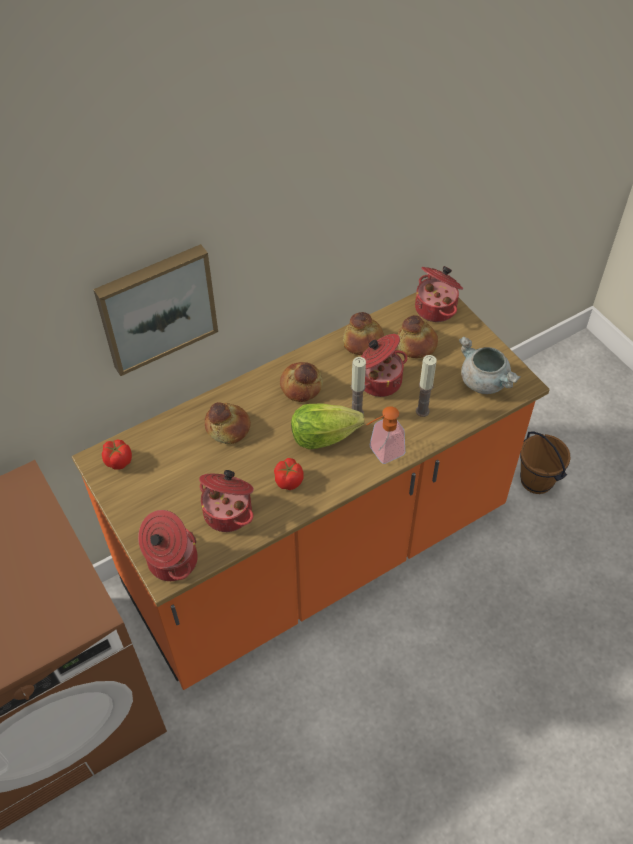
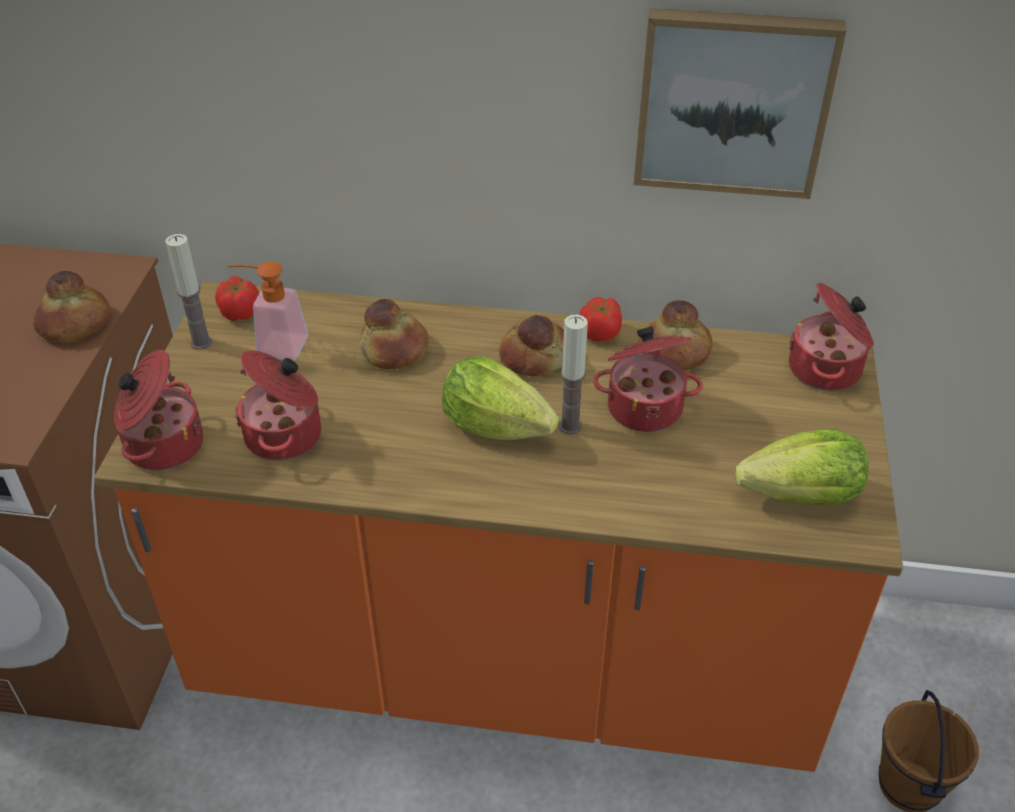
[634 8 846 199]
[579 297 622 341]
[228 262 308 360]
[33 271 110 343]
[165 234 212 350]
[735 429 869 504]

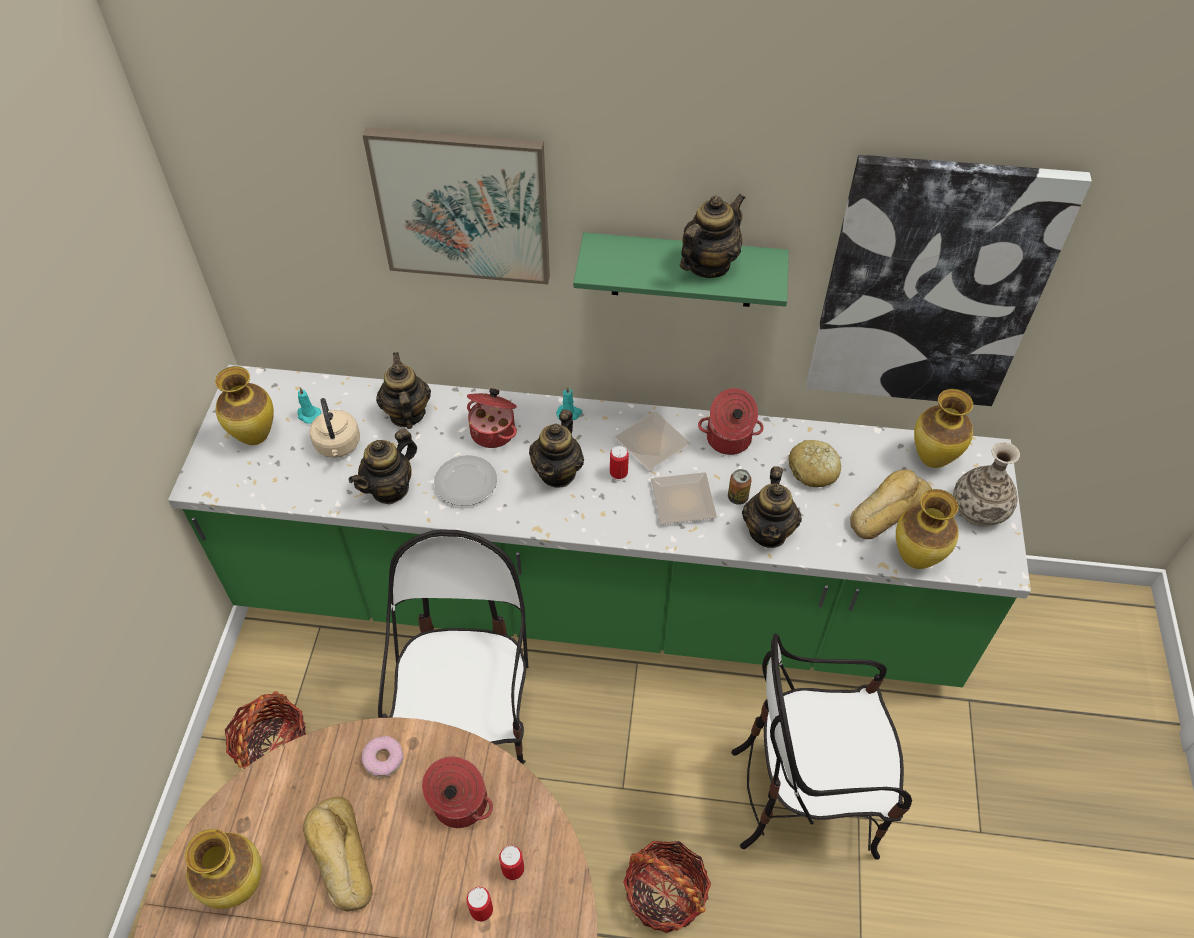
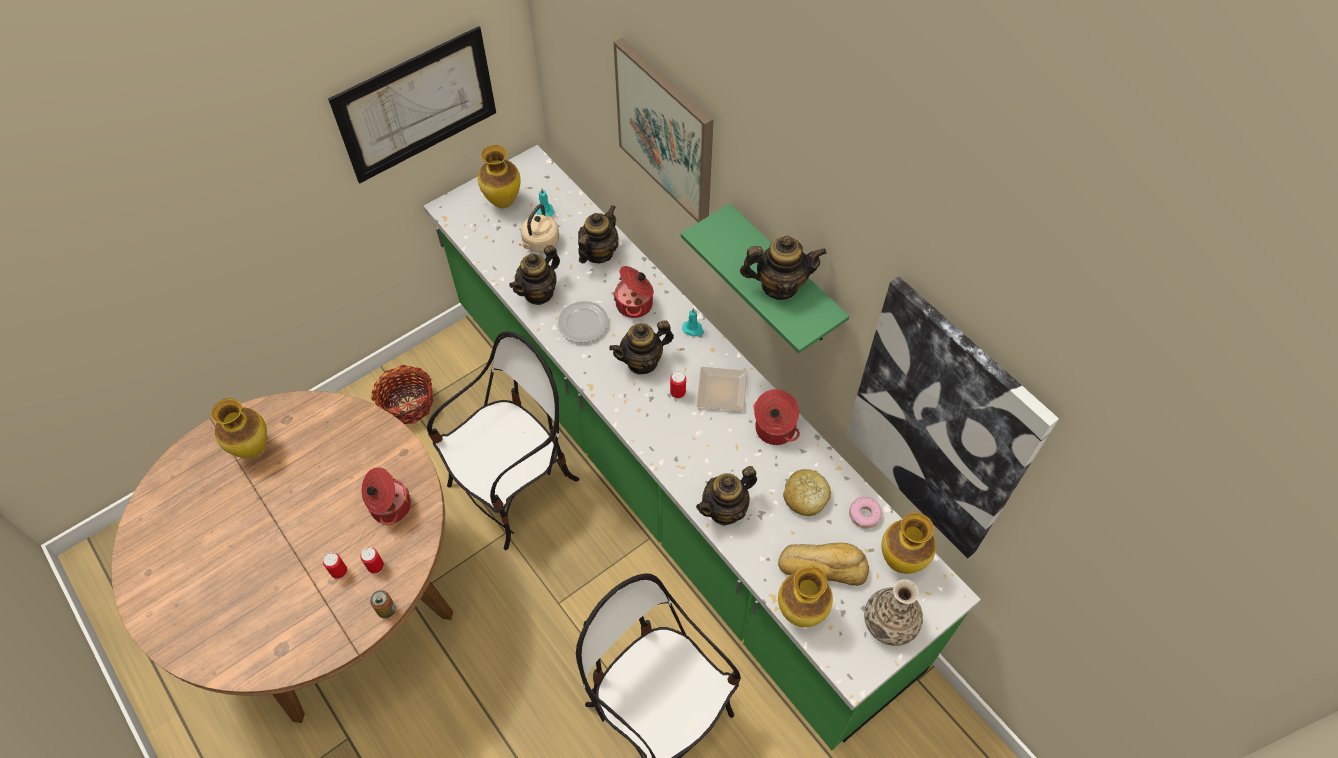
[303 797 373 912] (first image)
[623 841 711 933] (first image)
[651 472 717 524] (first image)
[328 26 496 183]
[849 497 882 529]
[370 590 396 618]
[509 245 560 305]

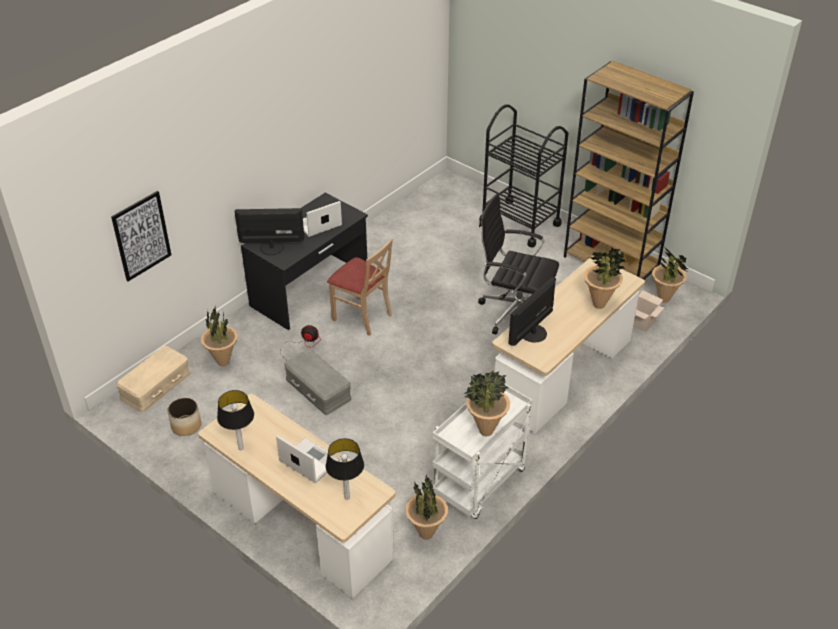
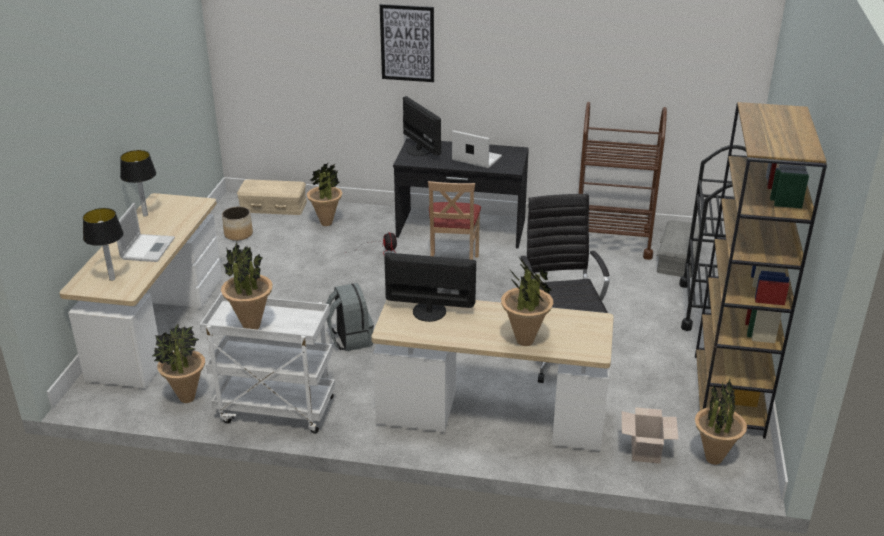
[326 283 374 351]
[578 102 667 260]
[380 4 434 82]
[656 220 699 278]

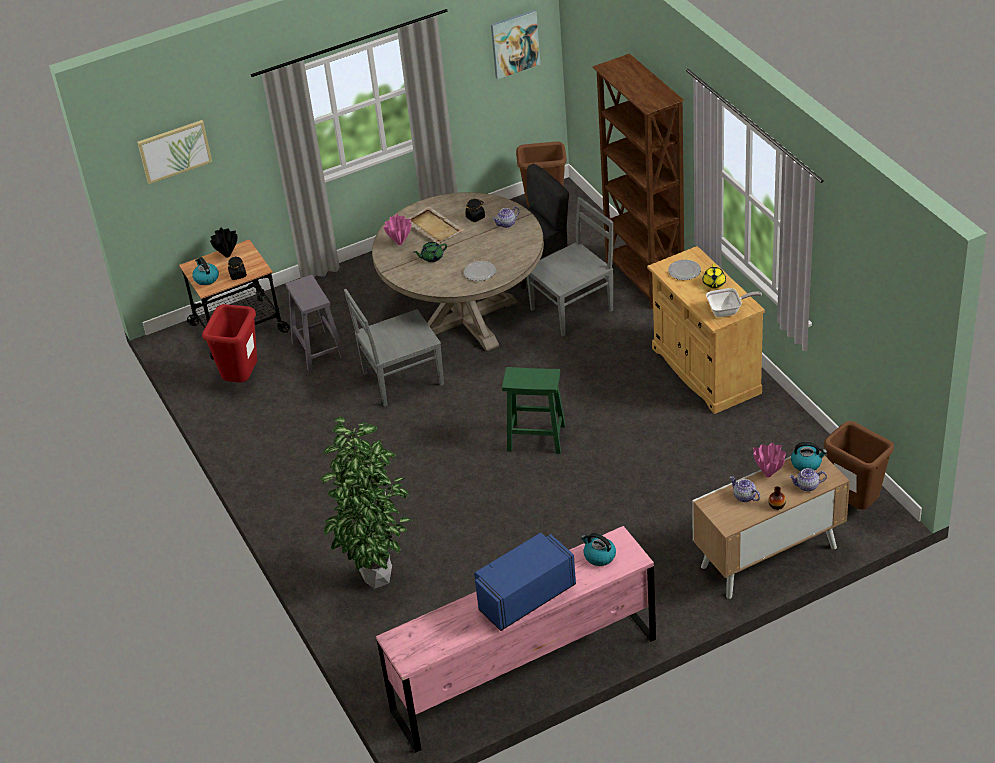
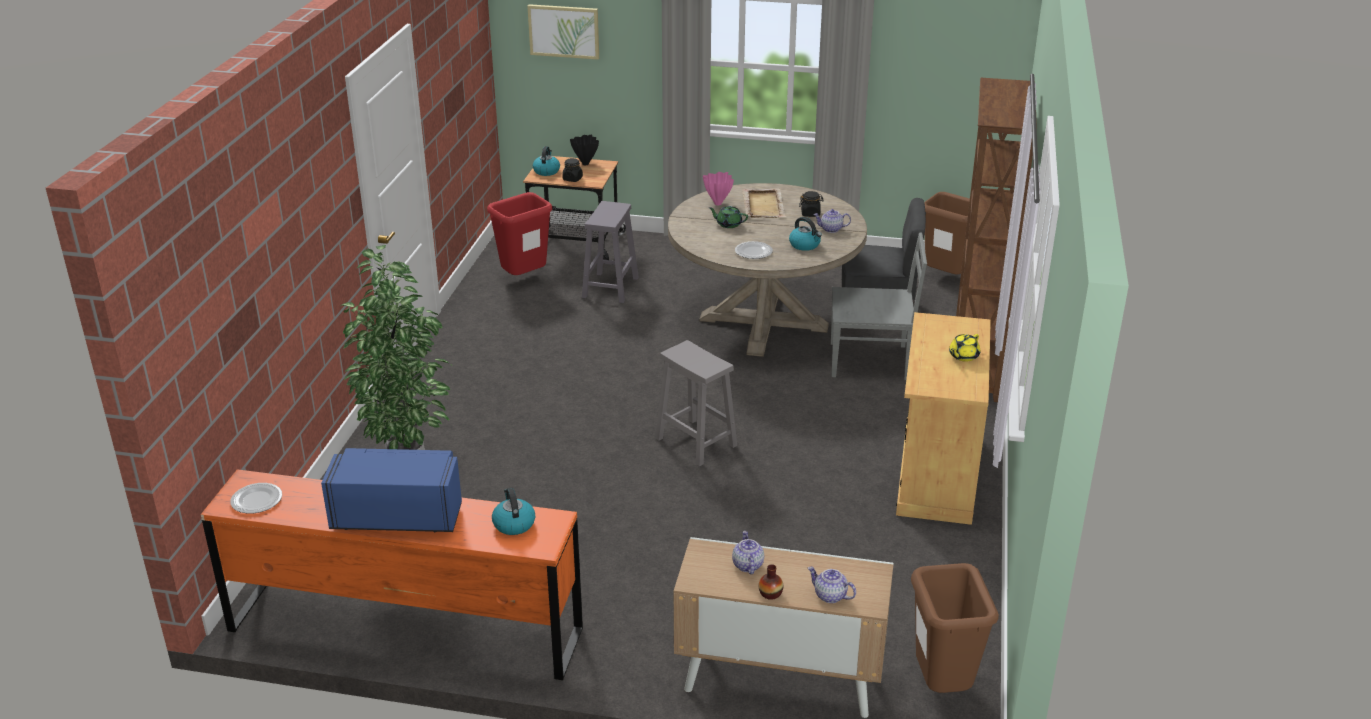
[344 289 444 406] (first image)
[491 10 540 79] (first image)
[706 288 762 317] (first image)
[753 442 786 477] (first image)
[230 483 282 514]
[789 217 822 251]
[201 469 583 680]
[655 340 737 466]

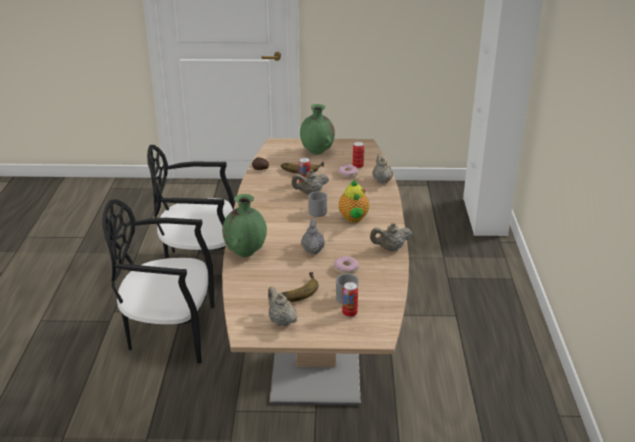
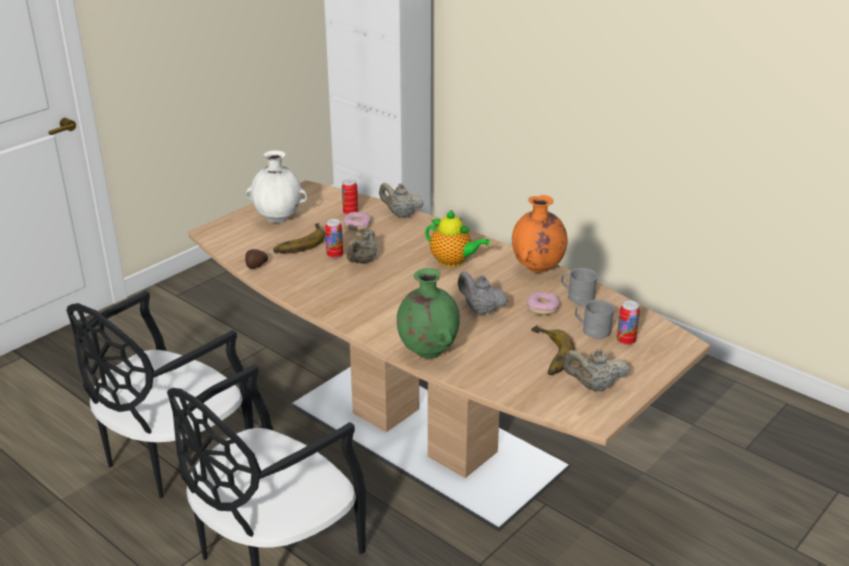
[561 268 597 305]
[512 195 568 273]
[246 150 307 223]

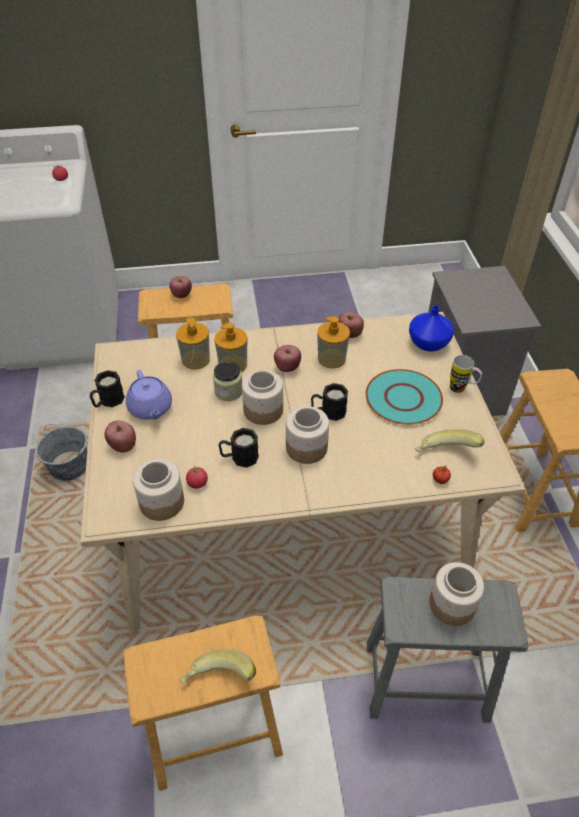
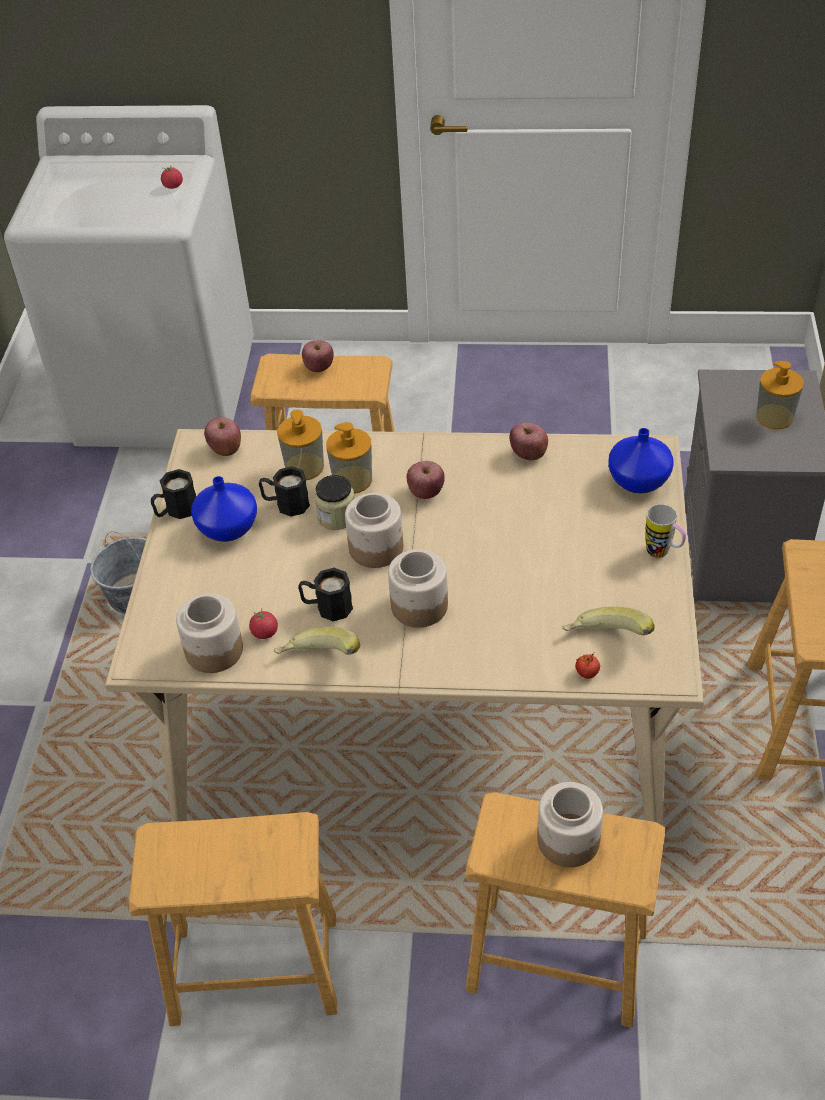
[365 369 443 425] (first image)
[204 417 241 456]
[274 627 360 655]
[259 466 310 517]
[756 361 804 429]
[191 476 257 542]
[465 792 666 1028]

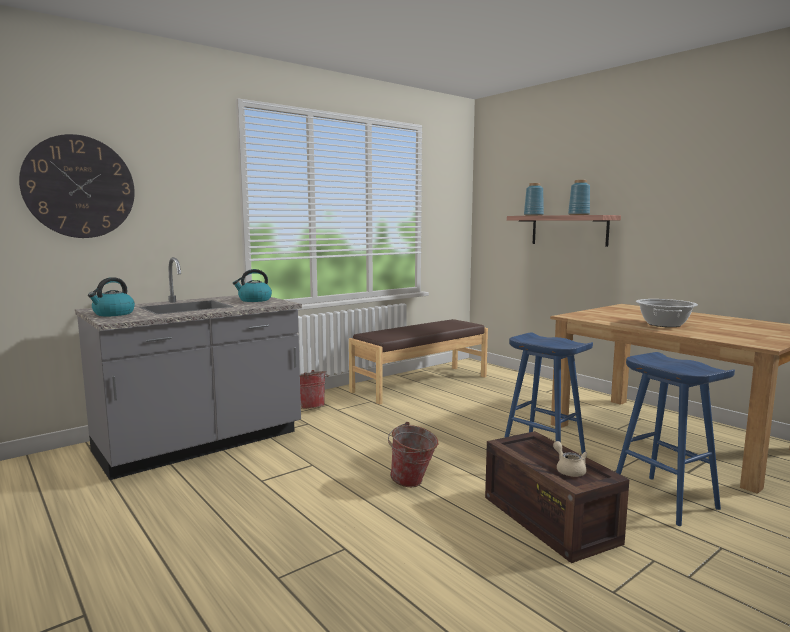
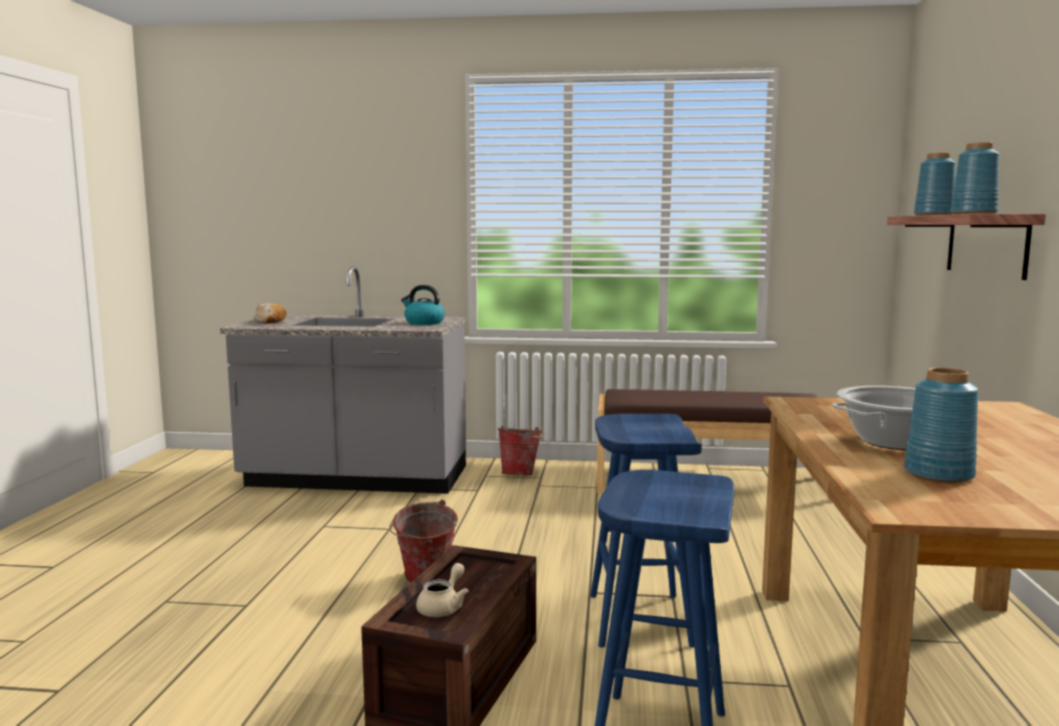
[19 134 135 238] (first image)
[904 368 978 483]
[253 302 287 323]

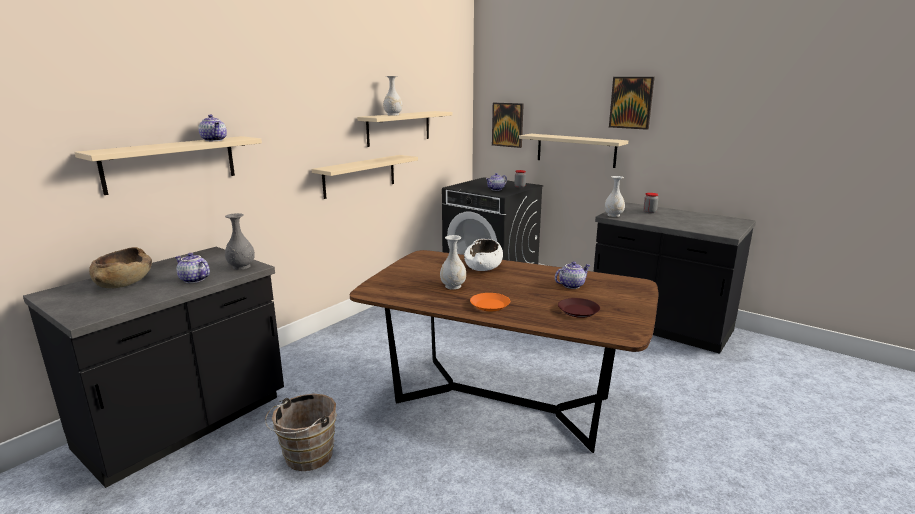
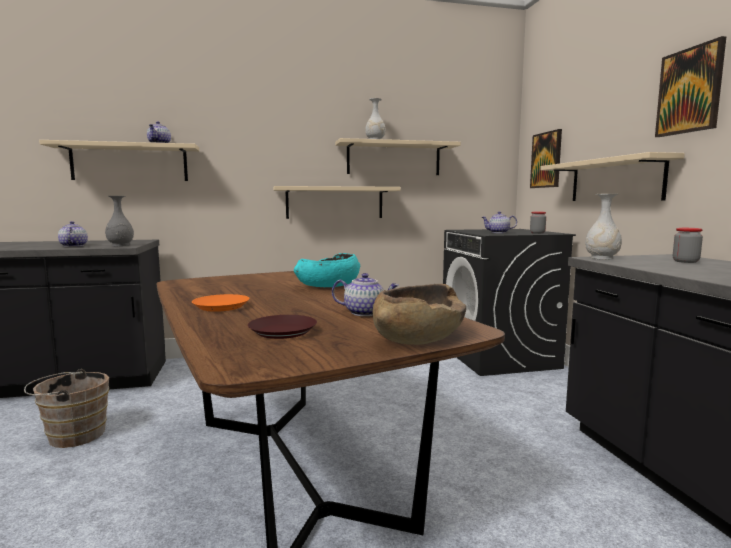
[440 235 466 290] (first image)
[373 284 466 345]
[294 253 360 287]

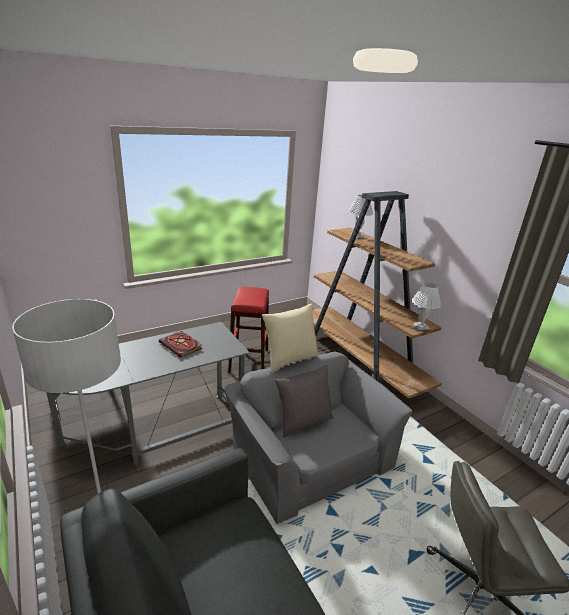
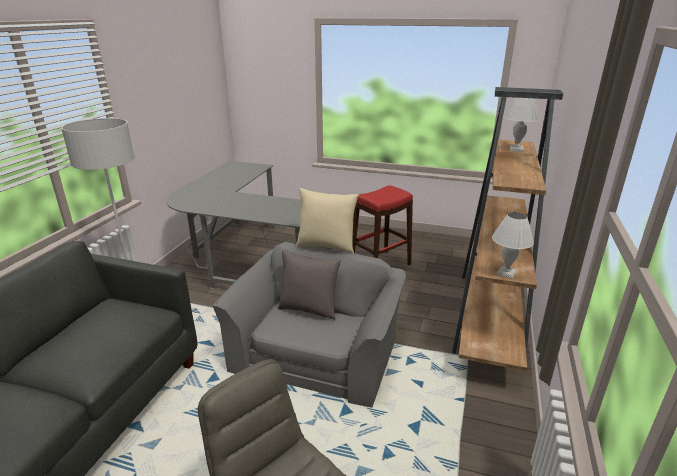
[159 331 203 358] (first image)

